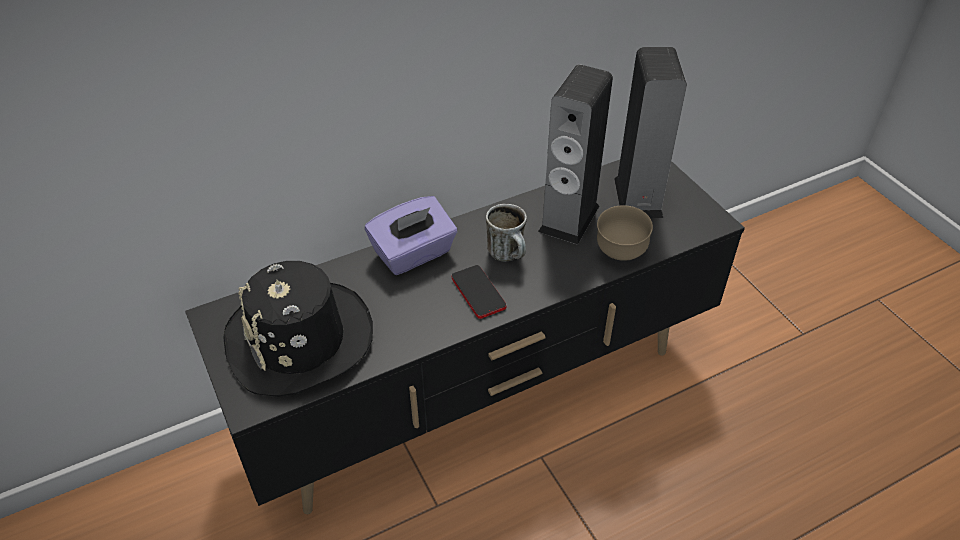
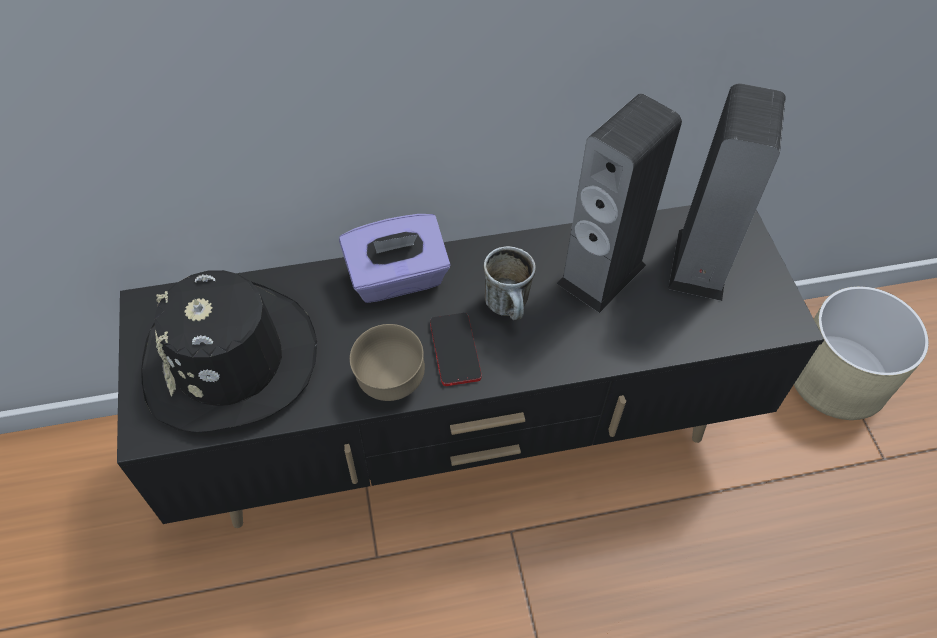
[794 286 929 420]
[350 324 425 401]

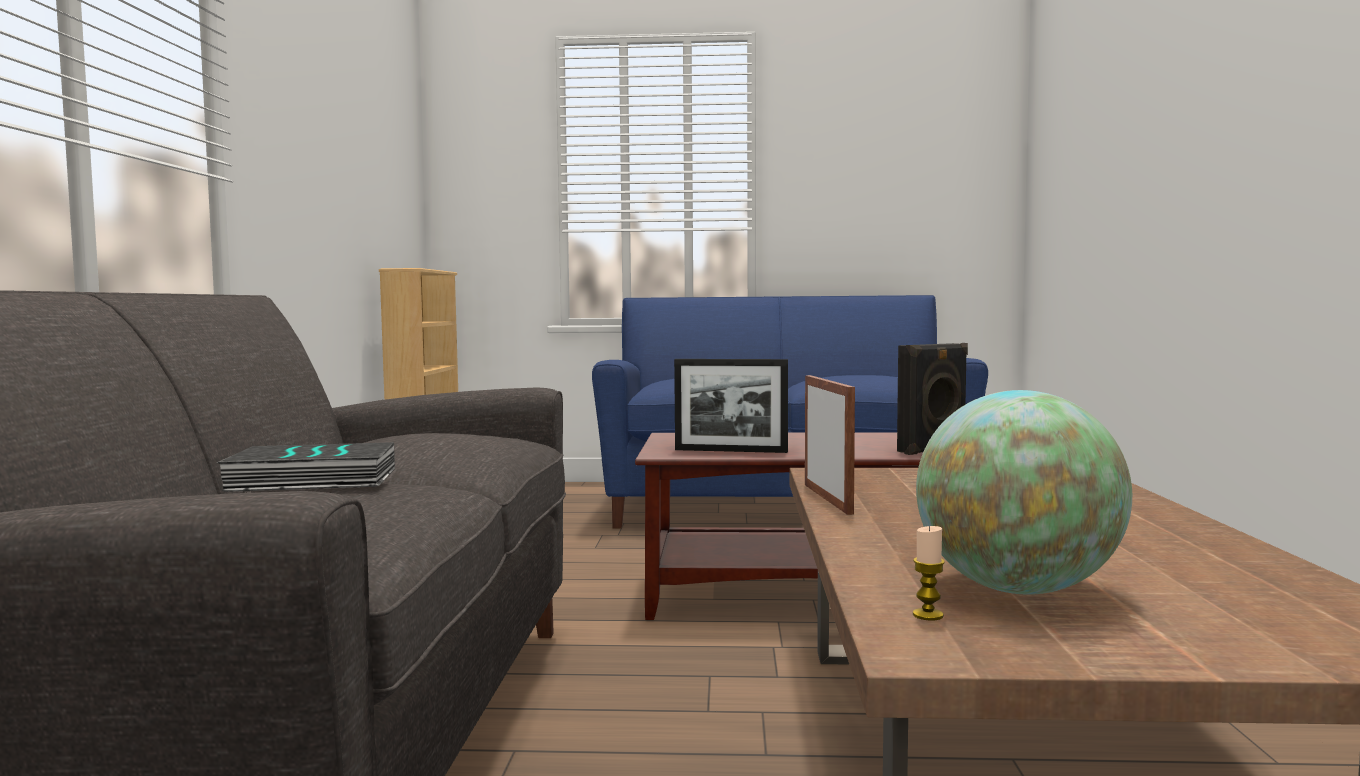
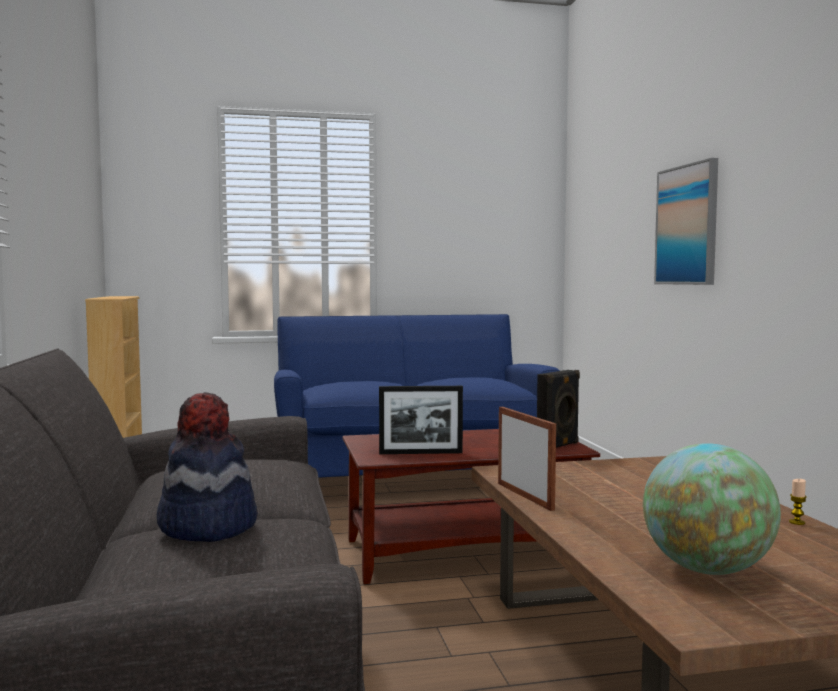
[654 158 718 285]
[789 479 807 525]
[157 392 258 542]

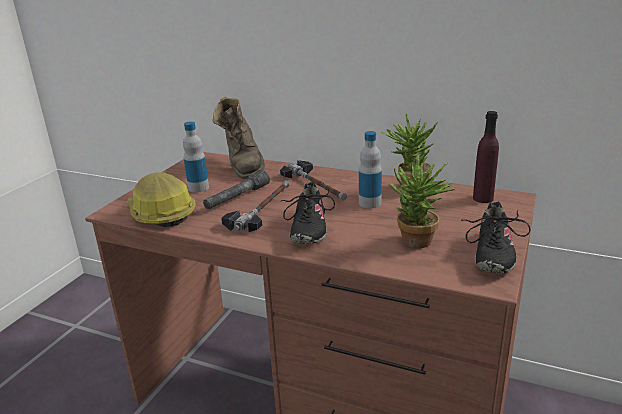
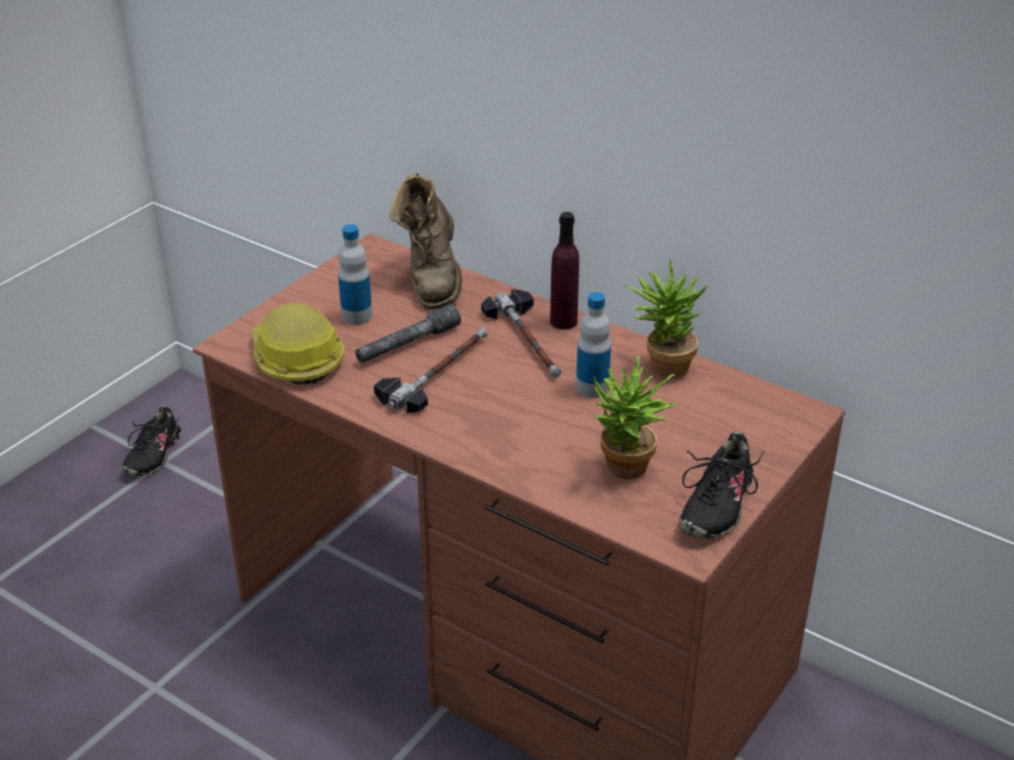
[121 405 181 477]
[550 212 579 330]

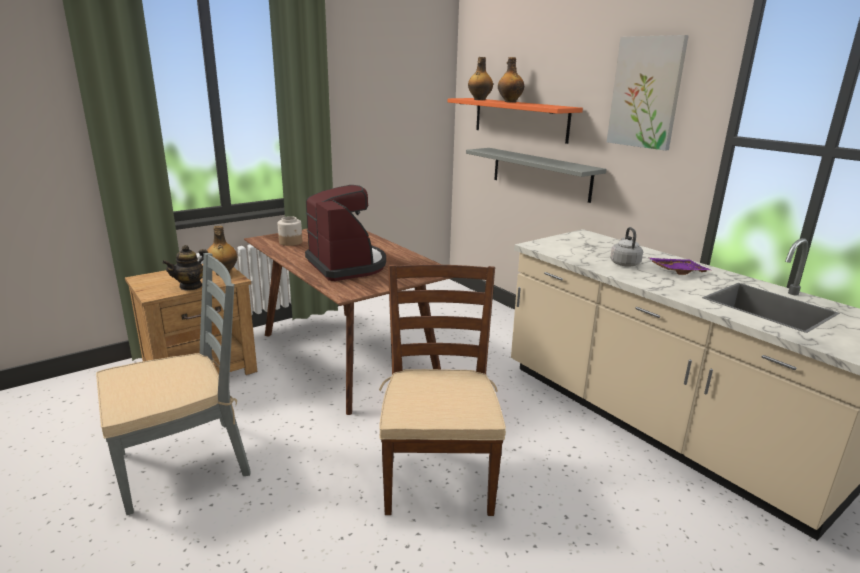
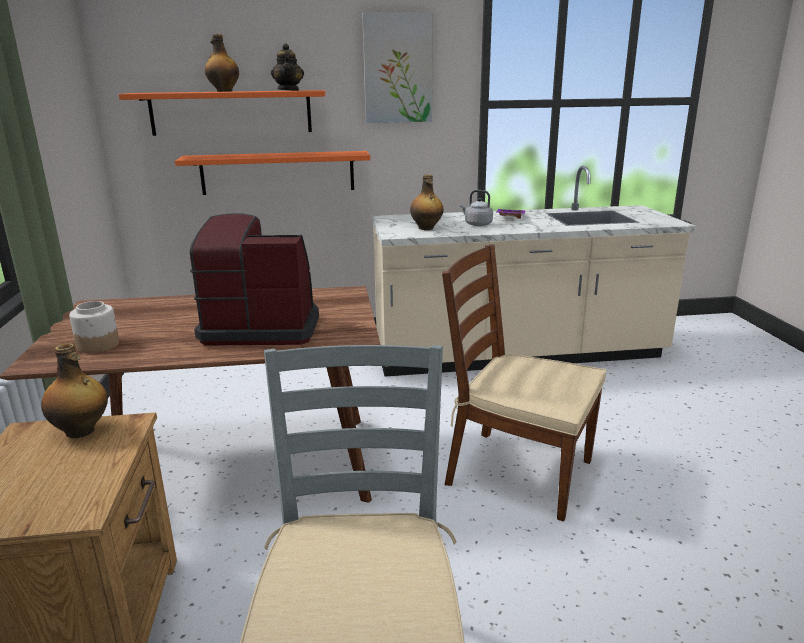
[271 43 304 91]
[410 174 444 230]
[175 151 370 195]

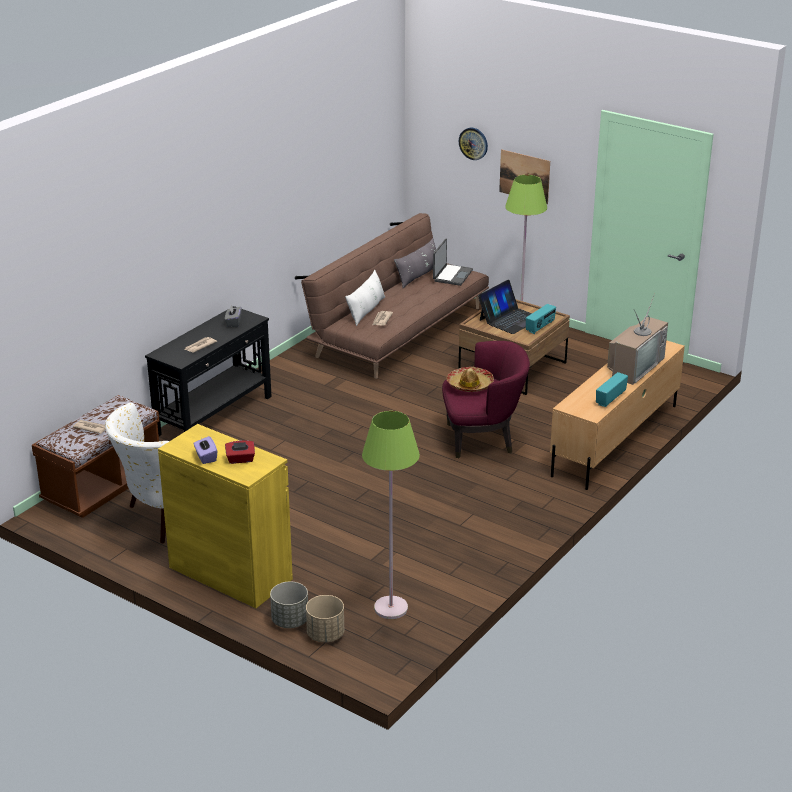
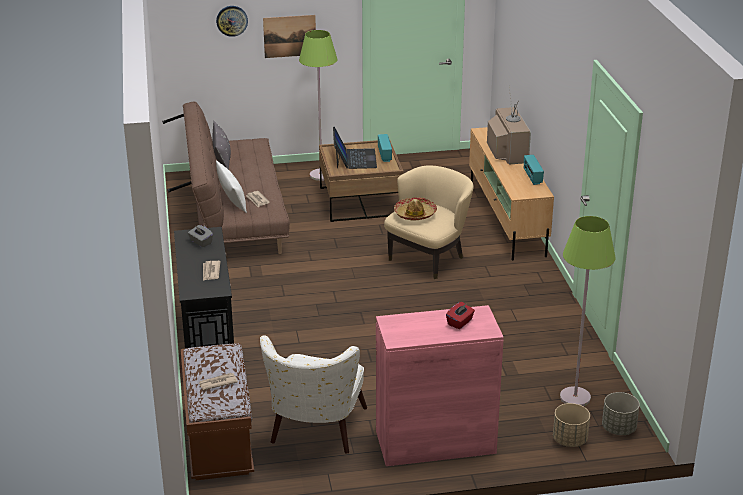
[193 436 217 464] (first image)
[433 239 473 286] (first image)
[602 392 640 435]
[376 305 504 466]
[384 165 474 279]

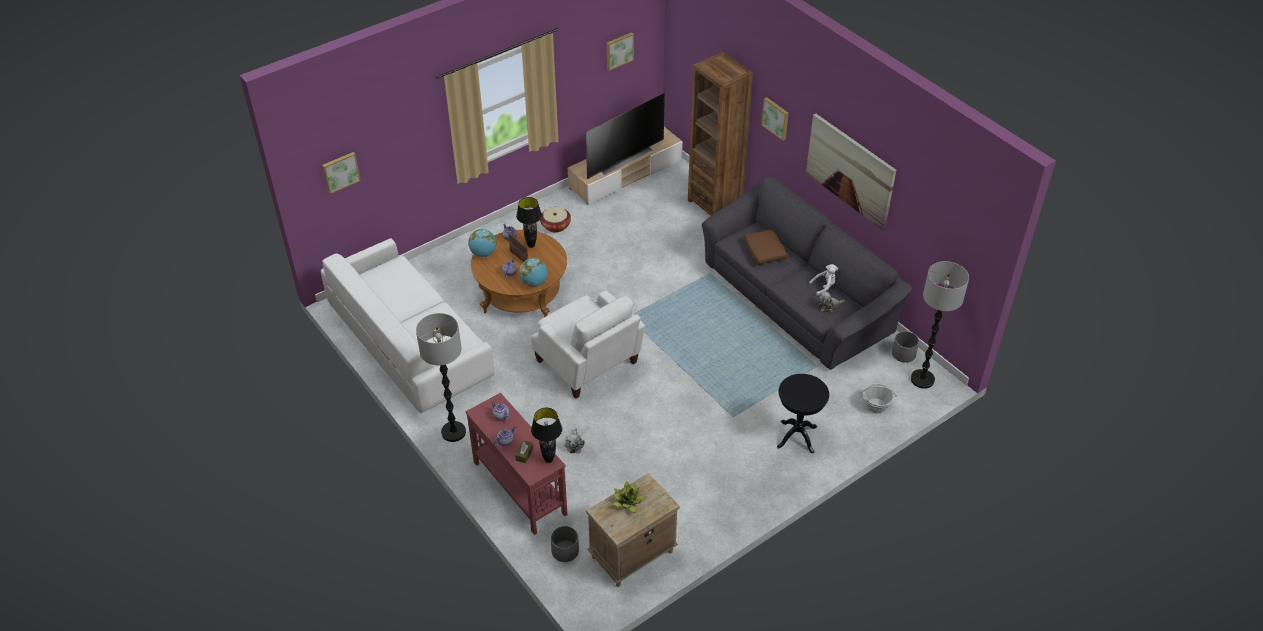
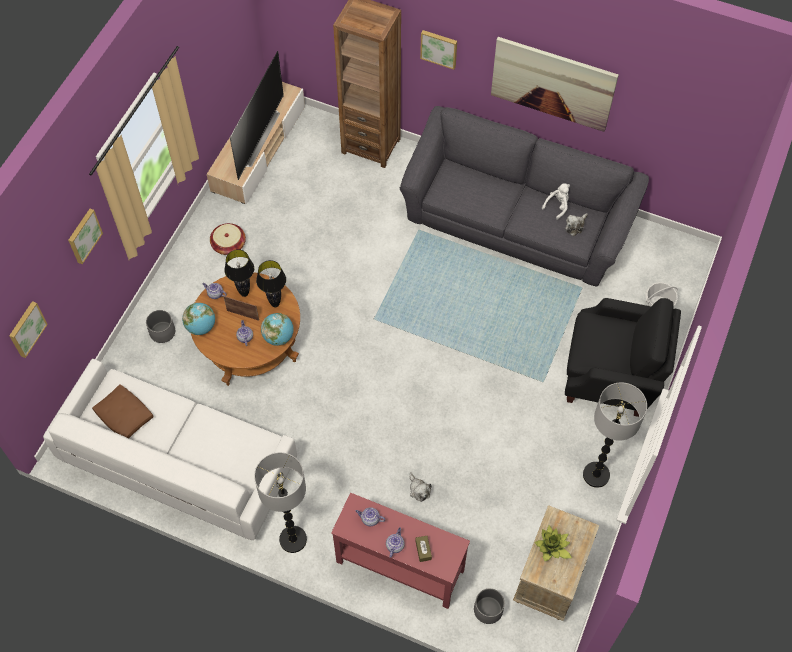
[531 291 645 399] (first image)
[256 260 286 307]
[68 209 103 264]
[92 384 154 439]
[146 310 175 343]
[583 382 647 488]
[565 298 681 417]

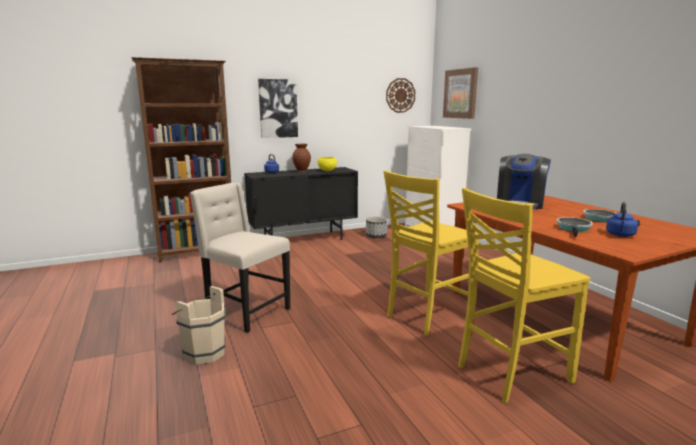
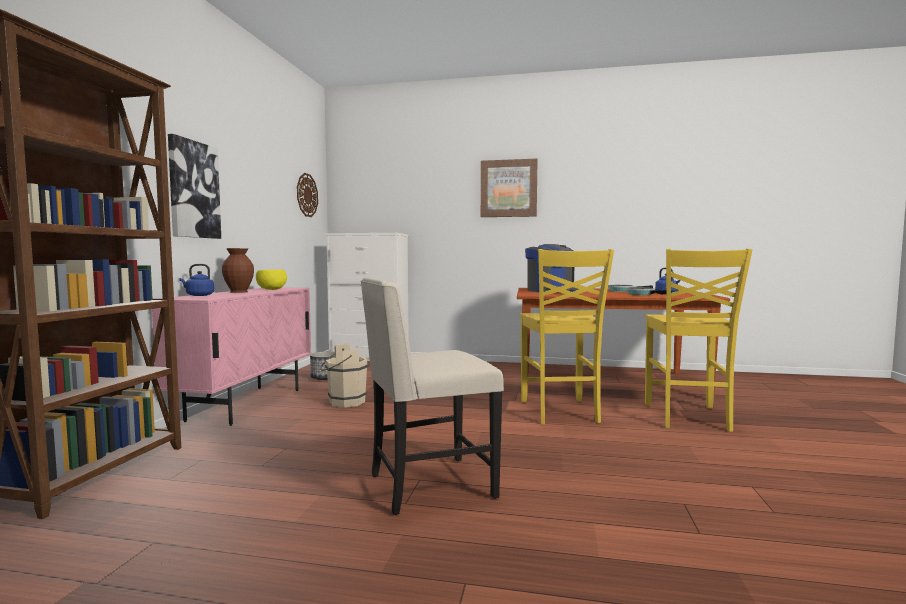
[320 344 368 408]
[481 159 538 217]
[152 288 311 426]

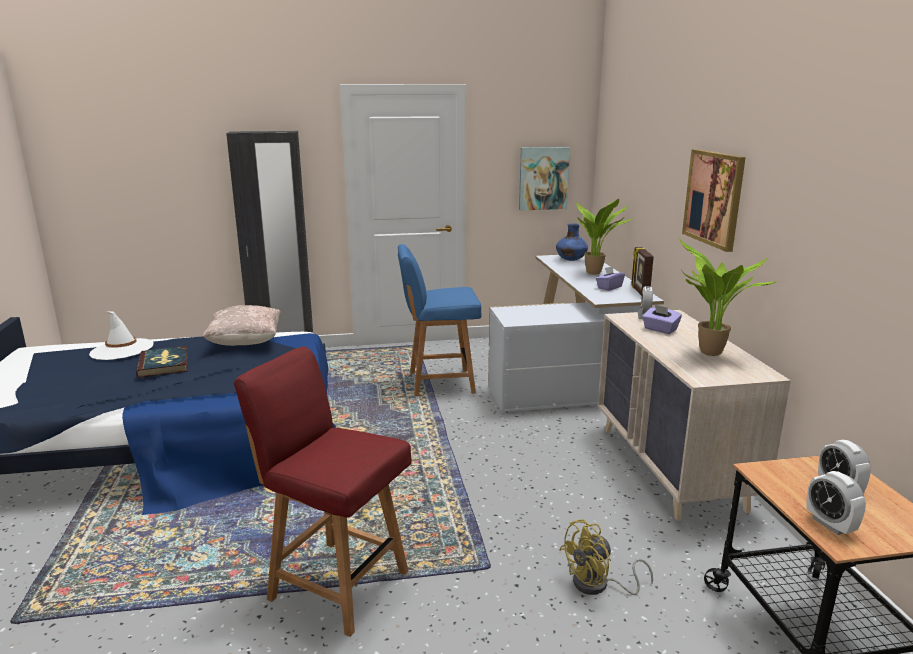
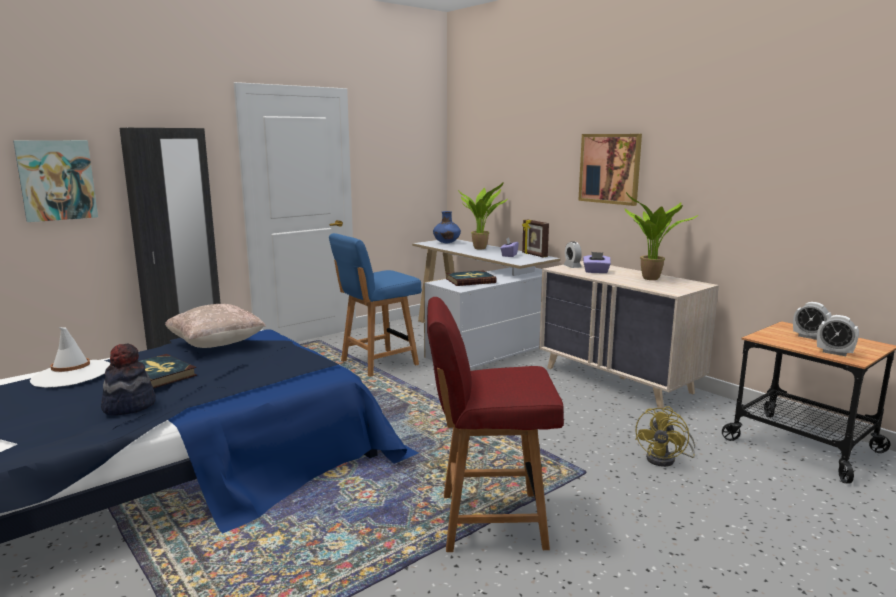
[101 344 156 415]
[446 270 497 286]
[13 140 98 222]

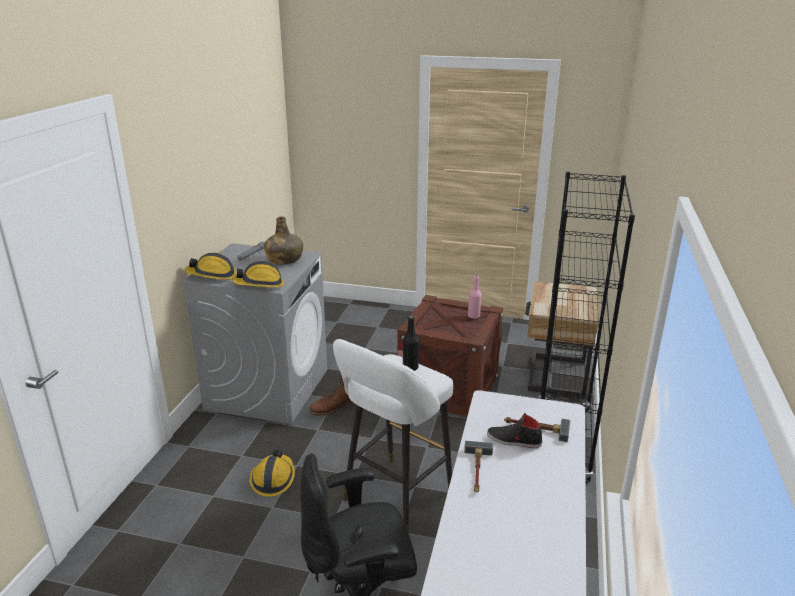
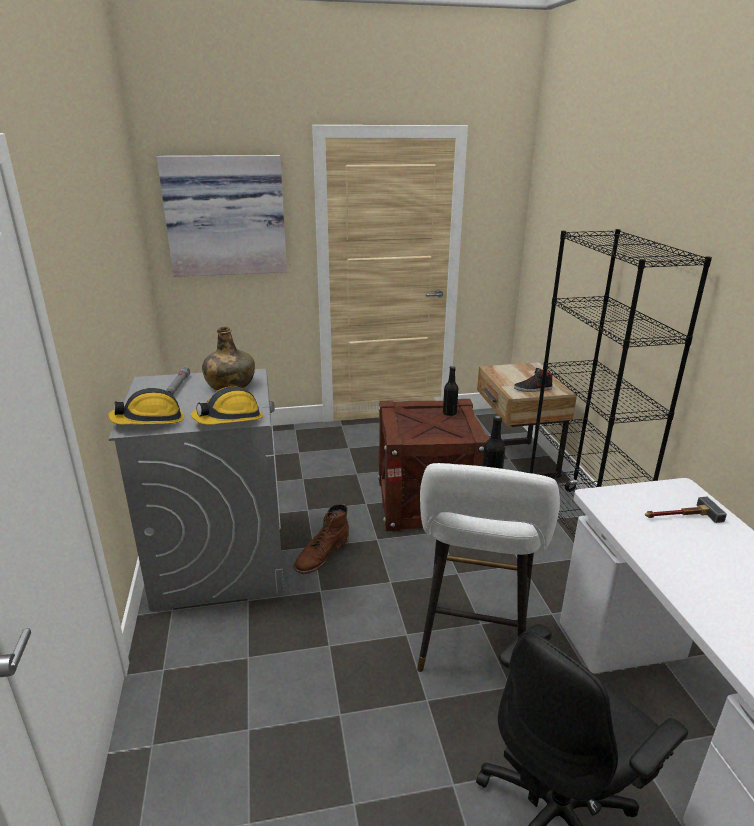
[250 450 295 497] (first image)
[464 441 493 492] (first image)
[157 155 287 277]
[514 368 553 392]
[443 366 458 416]

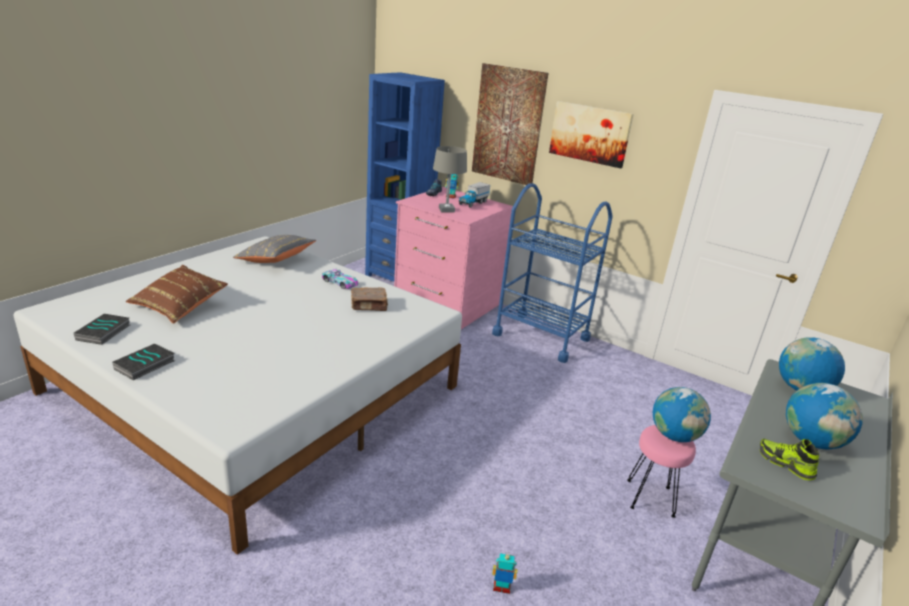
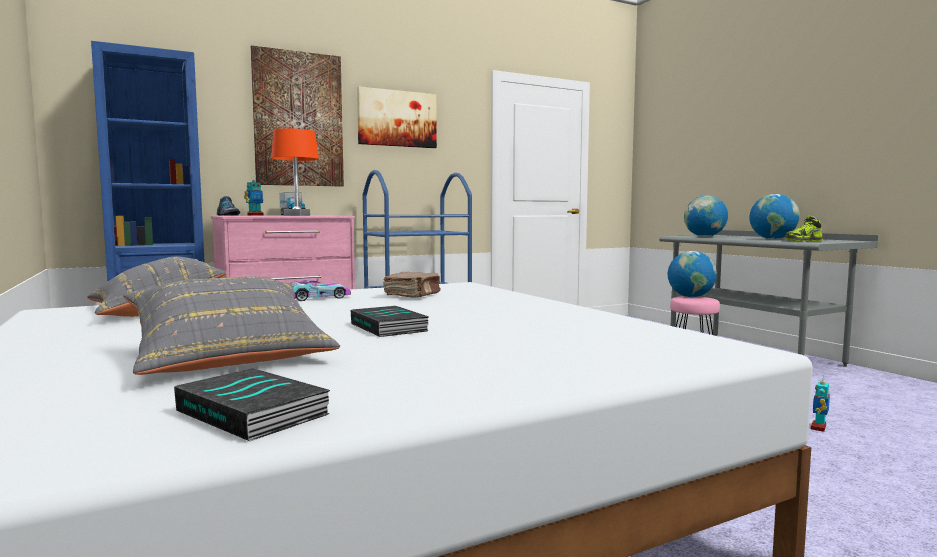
[351 306 429 337]
[123 276 340 375]
[271 129 319 216]

